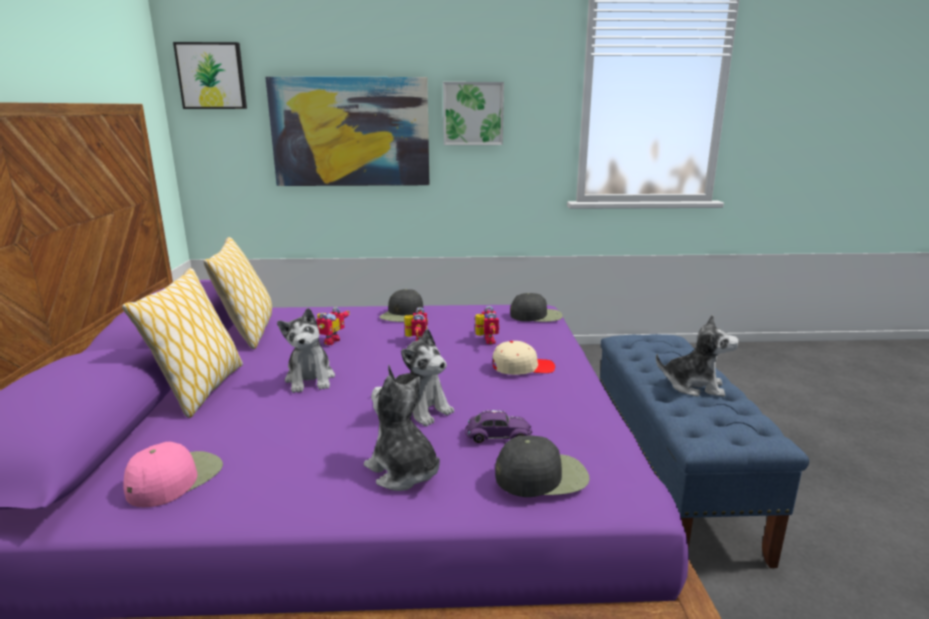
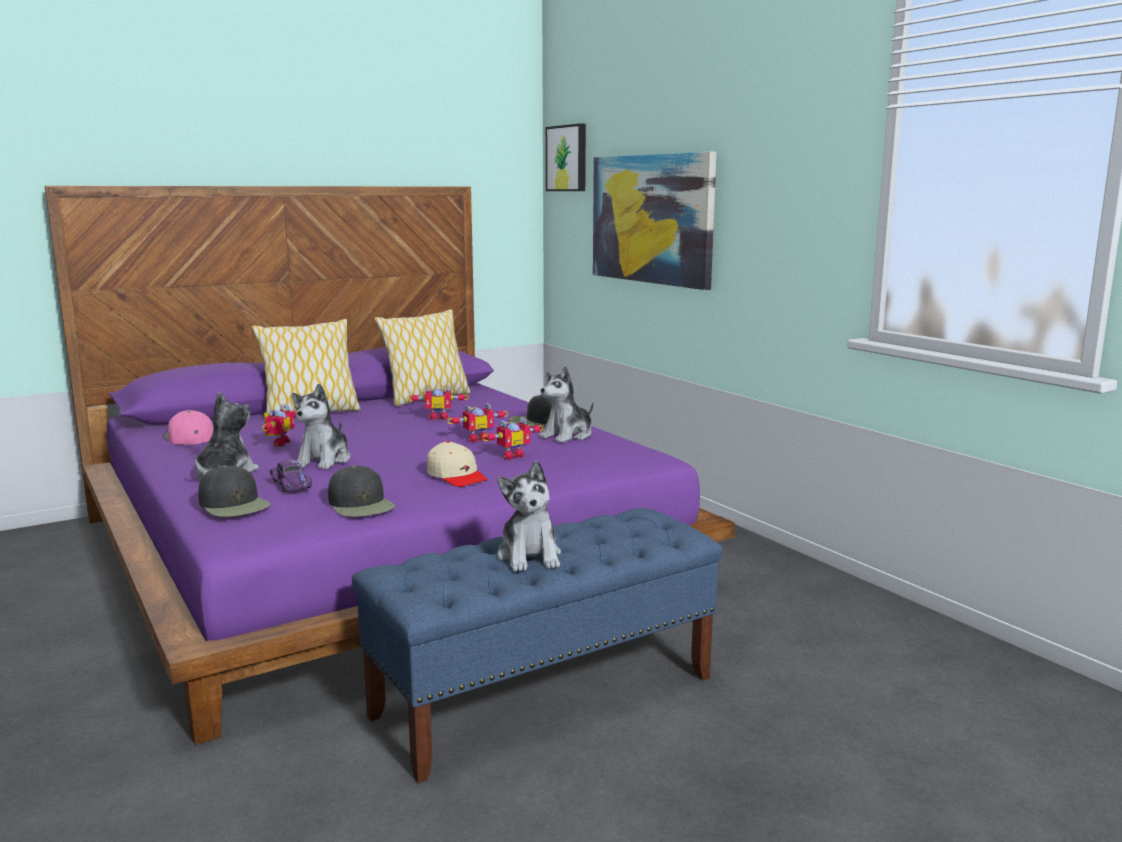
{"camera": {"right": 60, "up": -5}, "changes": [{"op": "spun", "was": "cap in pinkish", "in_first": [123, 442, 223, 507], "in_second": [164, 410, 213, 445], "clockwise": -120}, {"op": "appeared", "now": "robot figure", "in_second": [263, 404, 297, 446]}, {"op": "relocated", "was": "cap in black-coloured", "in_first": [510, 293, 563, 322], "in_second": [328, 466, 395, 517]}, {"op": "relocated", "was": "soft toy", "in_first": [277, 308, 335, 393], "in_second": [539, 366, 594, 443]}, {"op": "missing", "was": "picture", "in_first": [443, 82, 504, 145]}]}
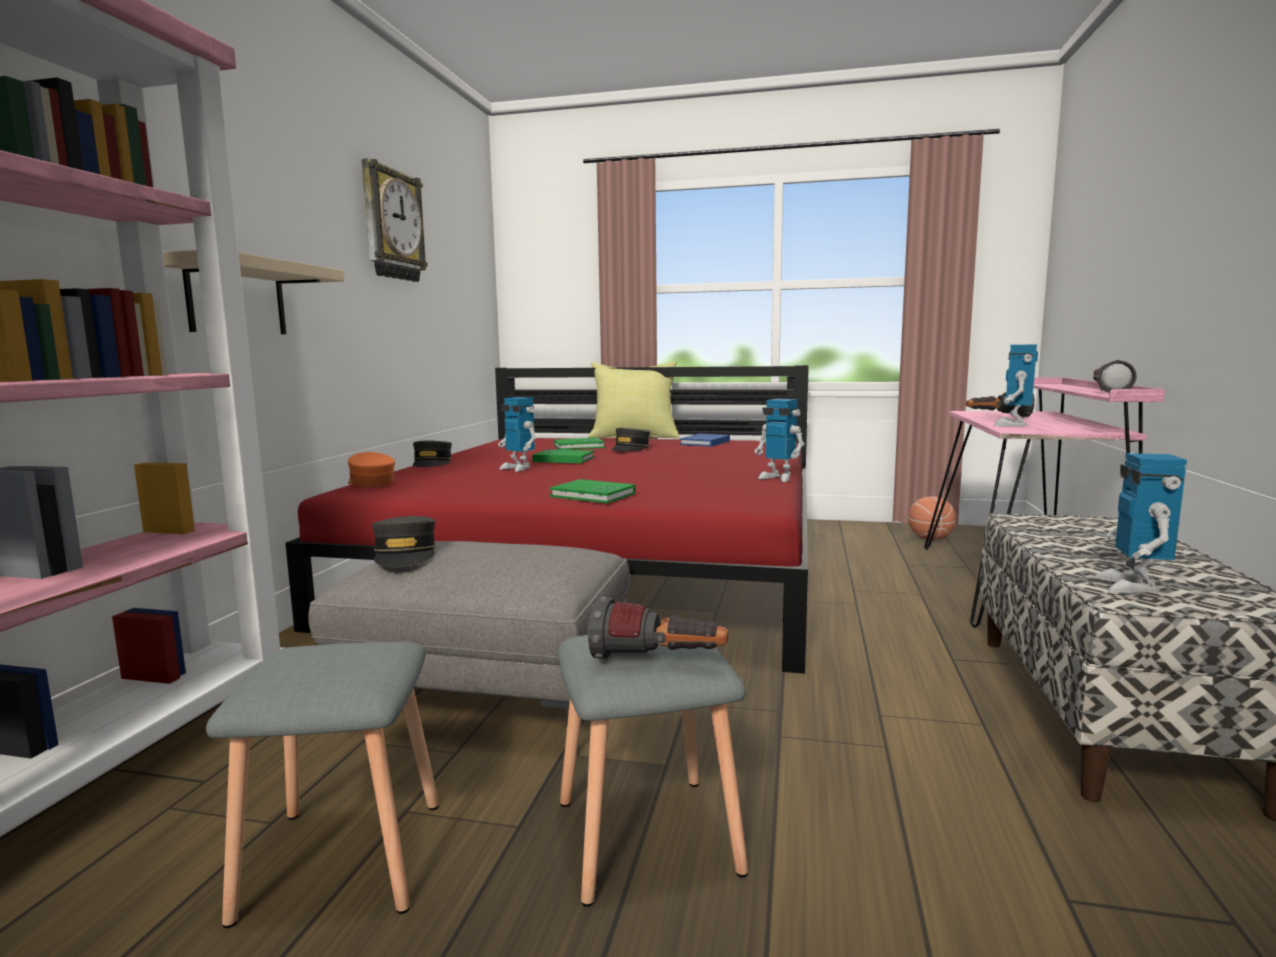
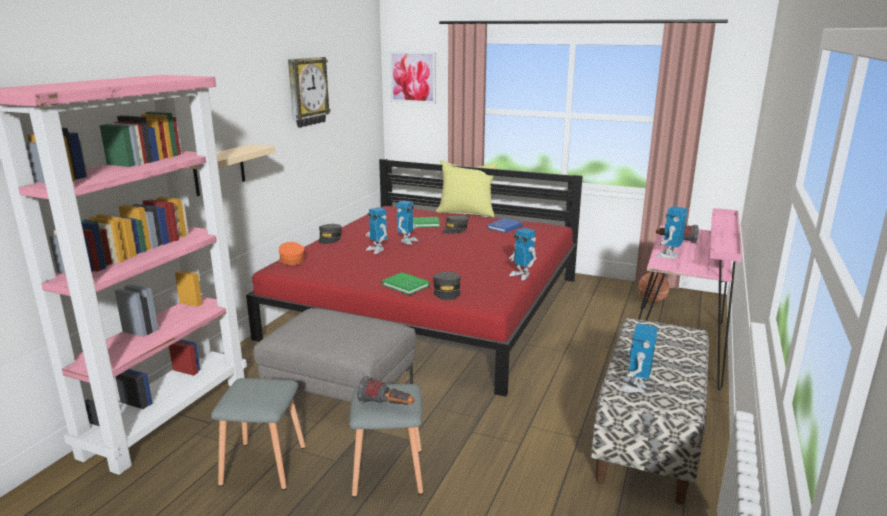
{"camera": {"right": 10, "up": 10}, "changes": [{"op": "appeared", "now": "picture", "in_second": [390, 51, 436, 104]}, {"op": "exchanged", "was": "bound book in green-coloured", "now": "robot figure", "in_first": [532, 449, 595, 463], "in_second": [397, 200, 418, 245]}, {"op": "relocated", "was": "cap in gray", "in_first": [372, 516, 436, 567], "in_second": [433, 272, 461, 300]}, {"op": "missing", "was": "torch", "in_first": [1093, 360, 1137, 393]}]}
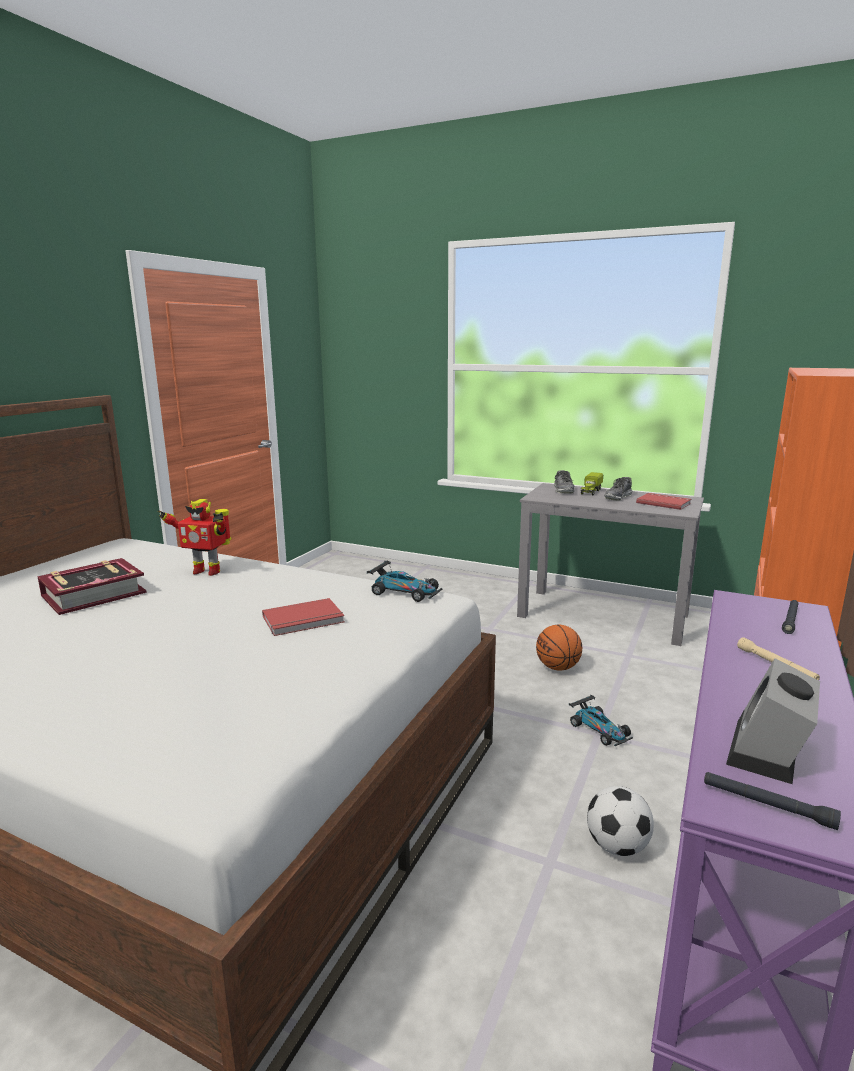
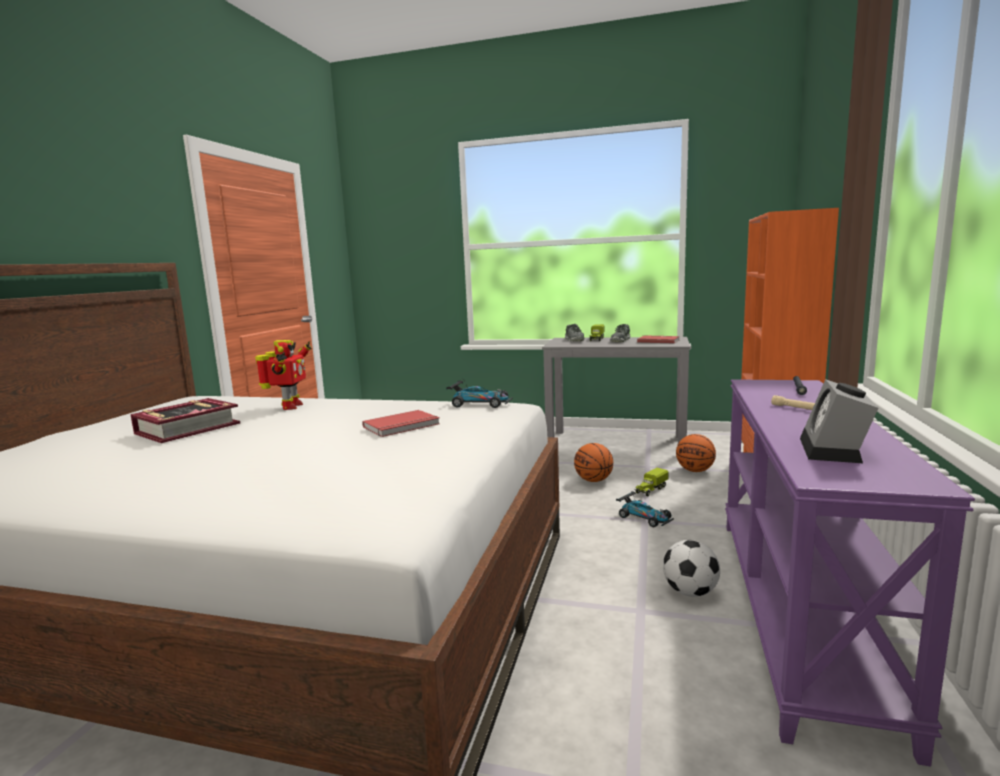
{"camera": {"right": -10, "up": -5}, "changes": [{"op": "spun", "was": "robot figure", "in_first": [158, 499, 231, 576], "in_second": [255, 340, 312, 410], "clockwise": -90}, {"op": "appeared", "now": "model truck", "in_second": [634, 468, 669, 496]}, {"op": "appeared", "now": "ball for basketball", "in_second": [676, 434, 716, 472]}, {"op": "missing", "was": "torch in black-coloured", "in_first": [704, 772, 841, 830]}]}
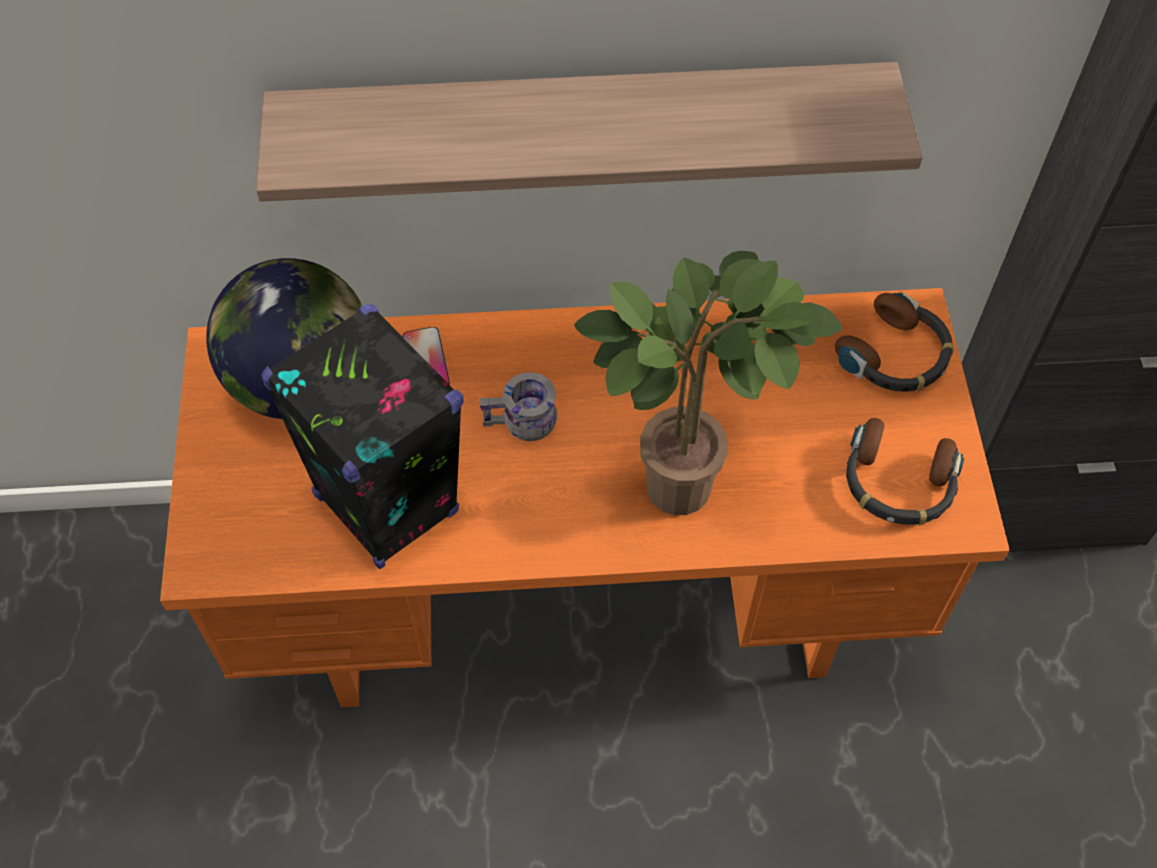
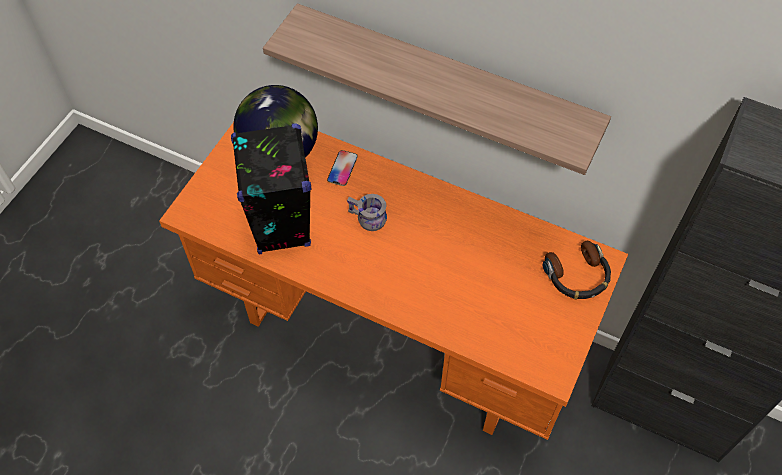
{"camera": {"right": 30, "up": 0}, "changes": [{"op": "missing", "was": "potted plant", "in_first": [574, 251, 842, 515]}, {"op": "missing", "was": "pair of headphones", "in_first": [846, 418, 964, 525]}]}
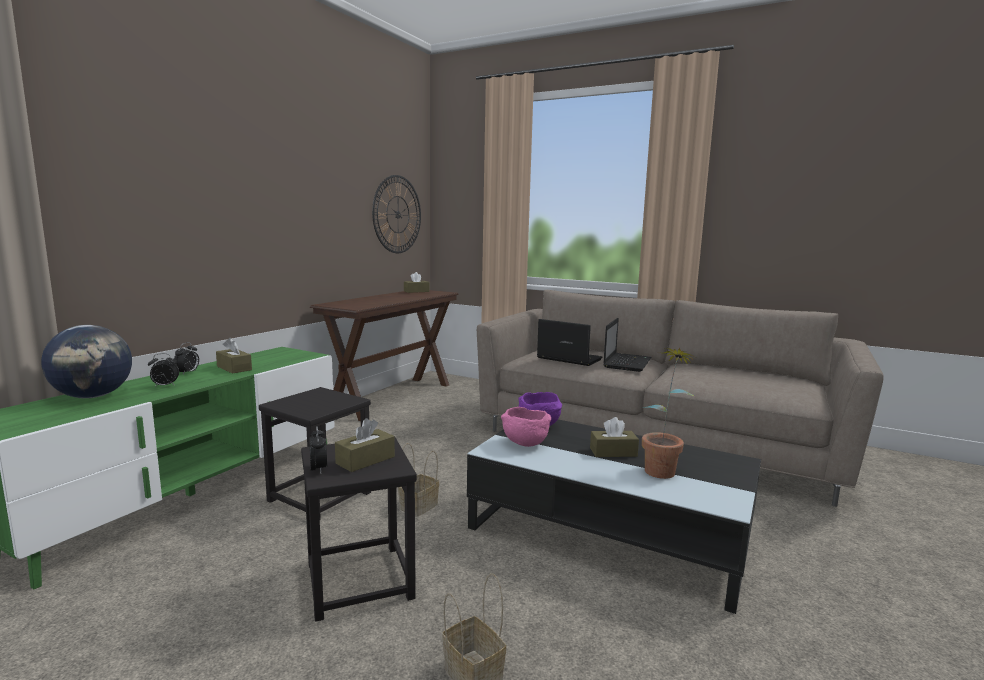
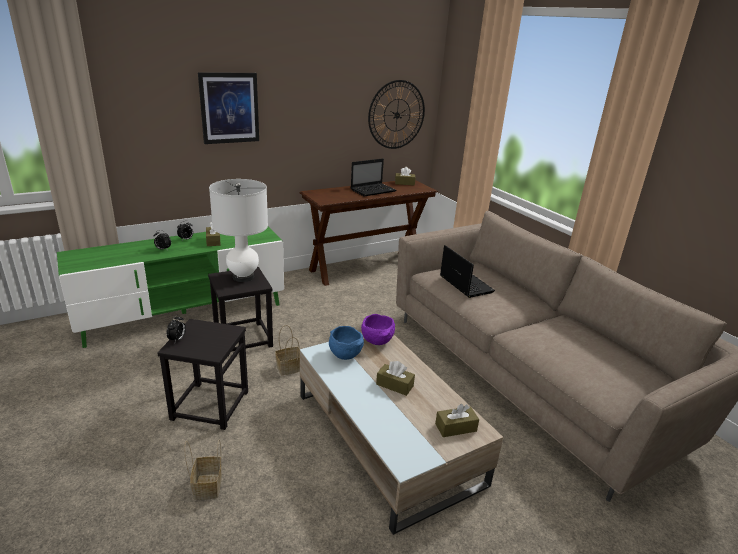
{"camera": {"right": 30, "up": 15}, "changes": [{"op": "appeared", "now": "picture", "in_second": [198, 72, 259, 144]}, {"op": "appeared", "now": "tabletop lamp in white-coloured", "in_second": [209, 179, 268, 282]}, {"op": "colour", "was": "lounge table in black-coloured", "now": "lounge table in sand-coloured", "in_first": [467, 420, 761, 614], "in_second": [300, 334, 503, 535]}, {"op": "colour", "was": "bowl in pinkish", "now": "bowl in blue", "in_first": [501, 407, 551, 447], "in_second": [329, 326, 364, 360]}, {"op": "relocated", "was": "laptop", "in_first": [603, 318, 651, 372], "in_second": [351, 158, 397, 197]}, {"op": "relocated", "was": "tissue holder in brown", "in_first": [335, 418, 395, 472], "in_second": [435, 404, 479, 437]}, {"op": "missing", "was": "globe", "in_first": [41, 325, 132, 398]}, {"op": "missing", "was": "potted plant", "in_first": [641, 348, 696, 479]}]}
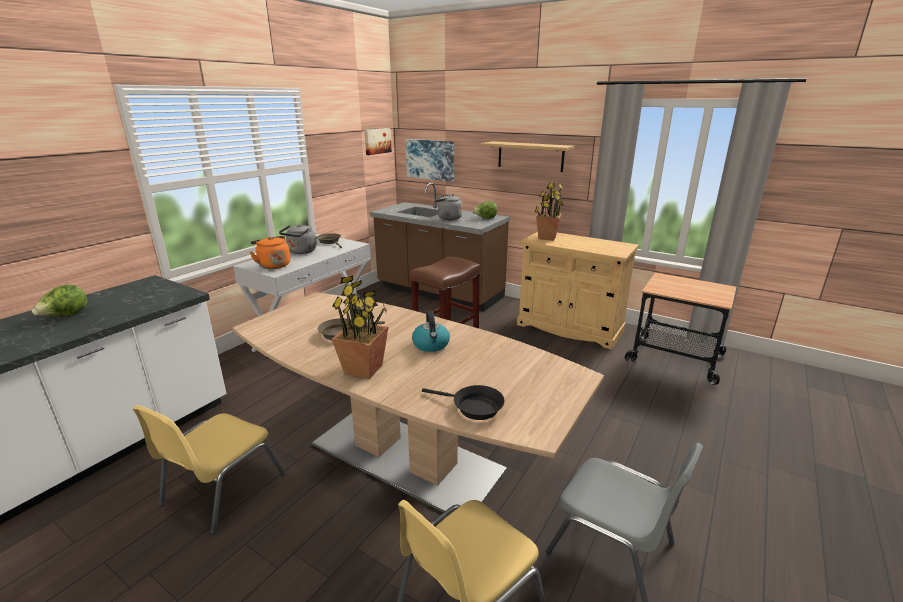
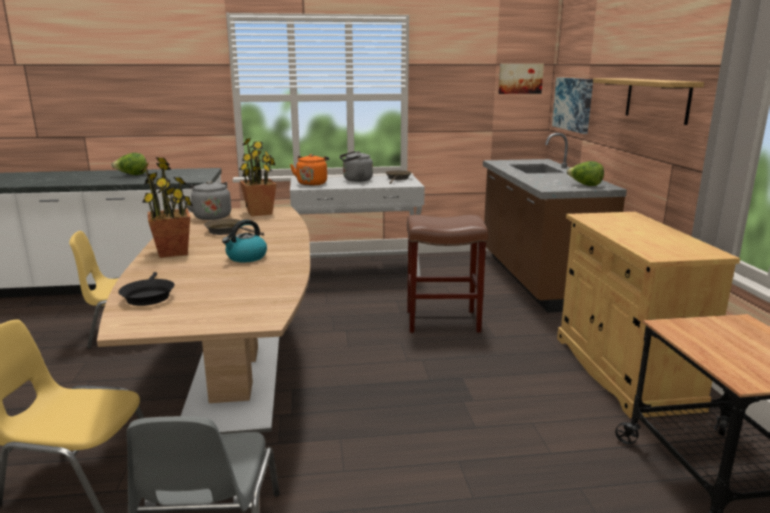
{"camera": {"right": 50, "up": -5}, "changes": [{"op": "relocated", "was": "tea kettle in gray", "in_first": [434, 194, 462, 220], "in_second": [183, 181, 231, 220]}, {"op": "relocated", "was": "potted plant", "in_first": [535, 182, 564, 240], "in_second": [239, 138, 276, 216]}]}
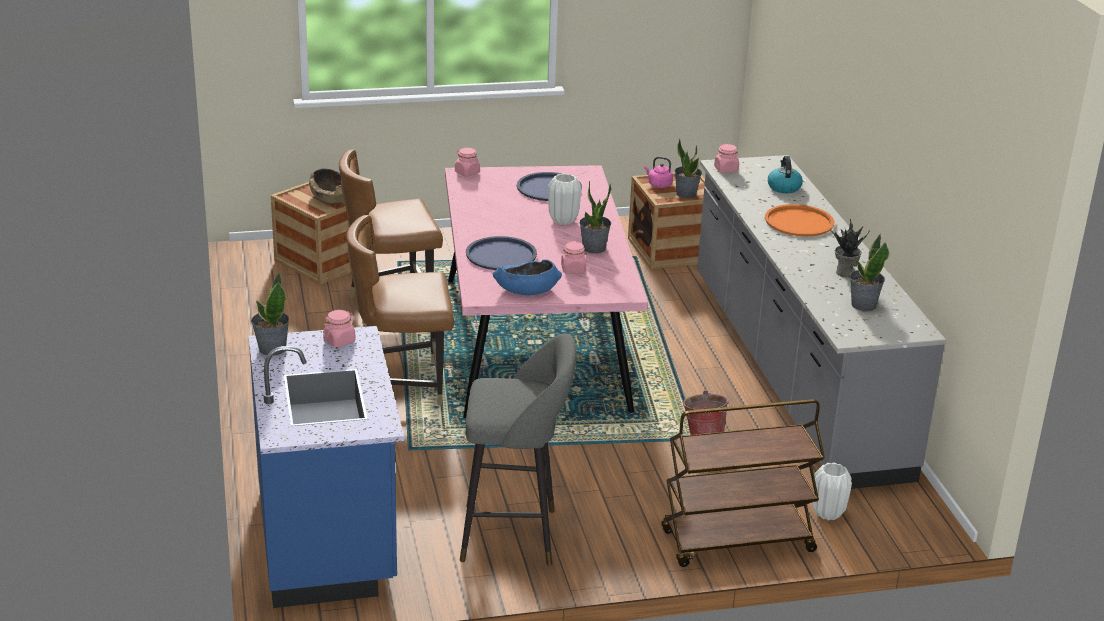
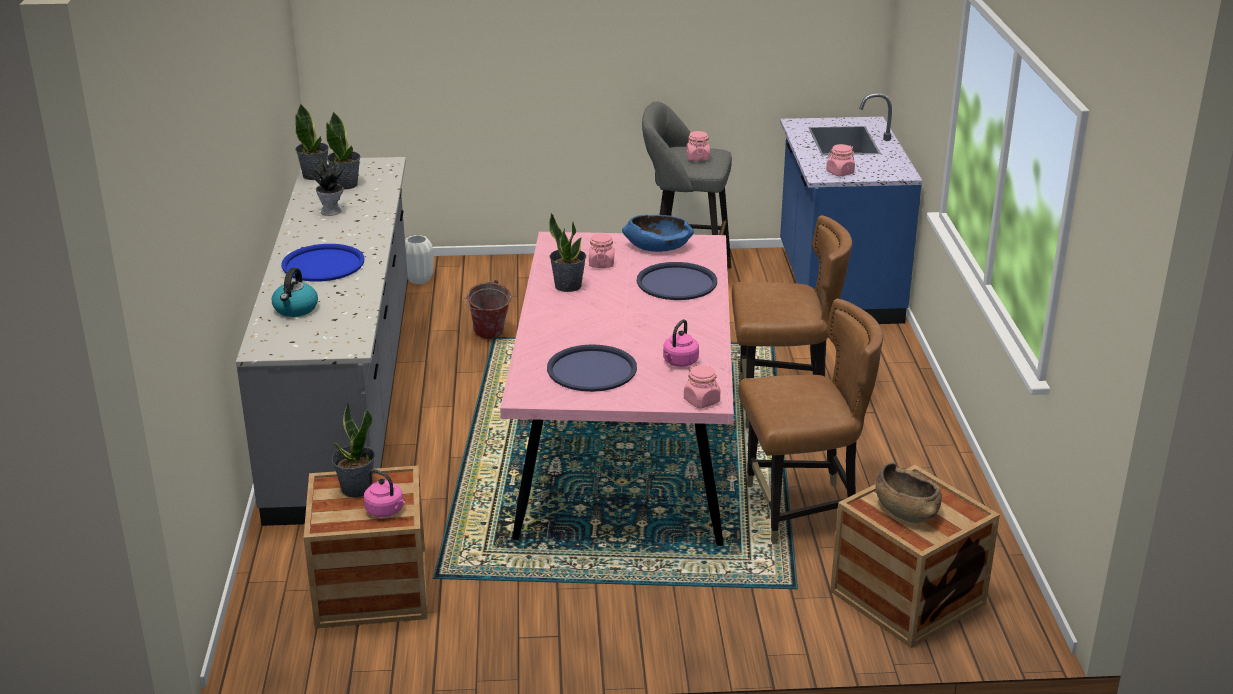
{"camera": {"right": -170, "up": 0}, "changes": [{"op": "colour", "was": "serving tray in orange", "now": "serving tray in blue", "in_first": [765, 204, 835, 236], "in_second": [281, 244, 364, 282]}, {"op": "relocated", "was": "potted plant", "in_first": [251, 272, 290, 356], "in_second": [295, 104, 329, 180]}, {"op": "appeared", "now": "tea kettle in pinkish", "in_second": [663, 319, 699, 367]}, {"op": "relocated", "was": "preserve jar in pinkish", "in_first": [714, 144, 739, 173], "in_second": [686, 131, 710, 161]}, {"op": "missing", "was": "vase in white-coloured", "in_first": [548, 174, 581, 225]}, {"op": "missing", "was": "cart in brown", "in_first": [661, 399, 825, 567]}]}
